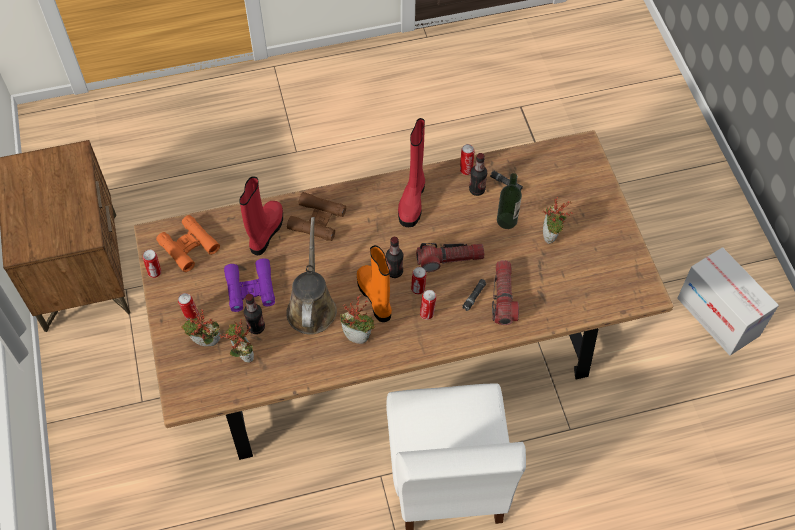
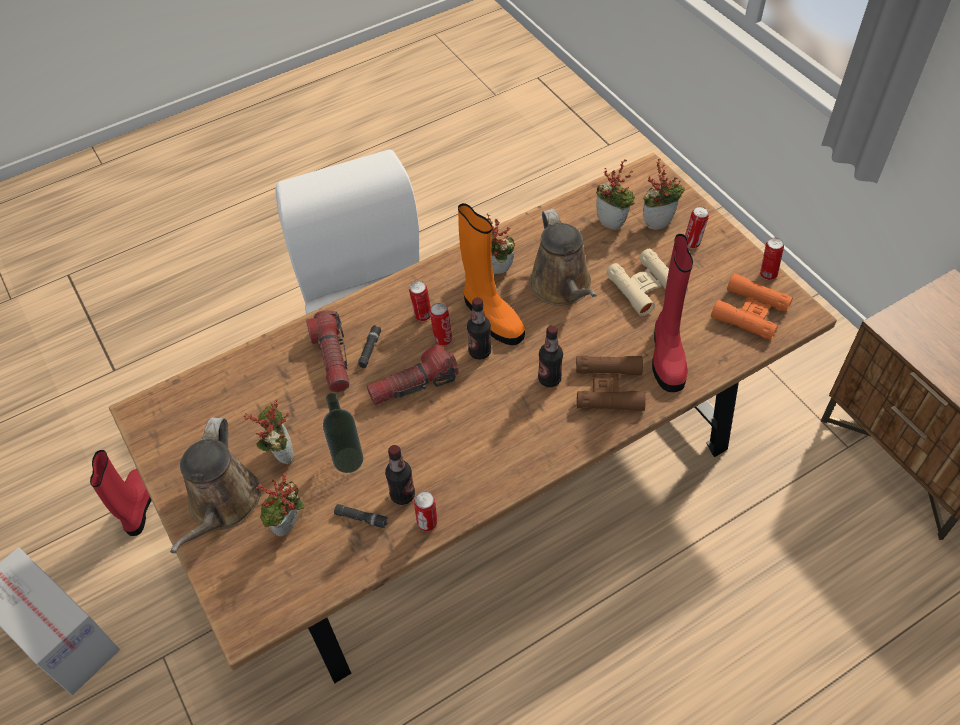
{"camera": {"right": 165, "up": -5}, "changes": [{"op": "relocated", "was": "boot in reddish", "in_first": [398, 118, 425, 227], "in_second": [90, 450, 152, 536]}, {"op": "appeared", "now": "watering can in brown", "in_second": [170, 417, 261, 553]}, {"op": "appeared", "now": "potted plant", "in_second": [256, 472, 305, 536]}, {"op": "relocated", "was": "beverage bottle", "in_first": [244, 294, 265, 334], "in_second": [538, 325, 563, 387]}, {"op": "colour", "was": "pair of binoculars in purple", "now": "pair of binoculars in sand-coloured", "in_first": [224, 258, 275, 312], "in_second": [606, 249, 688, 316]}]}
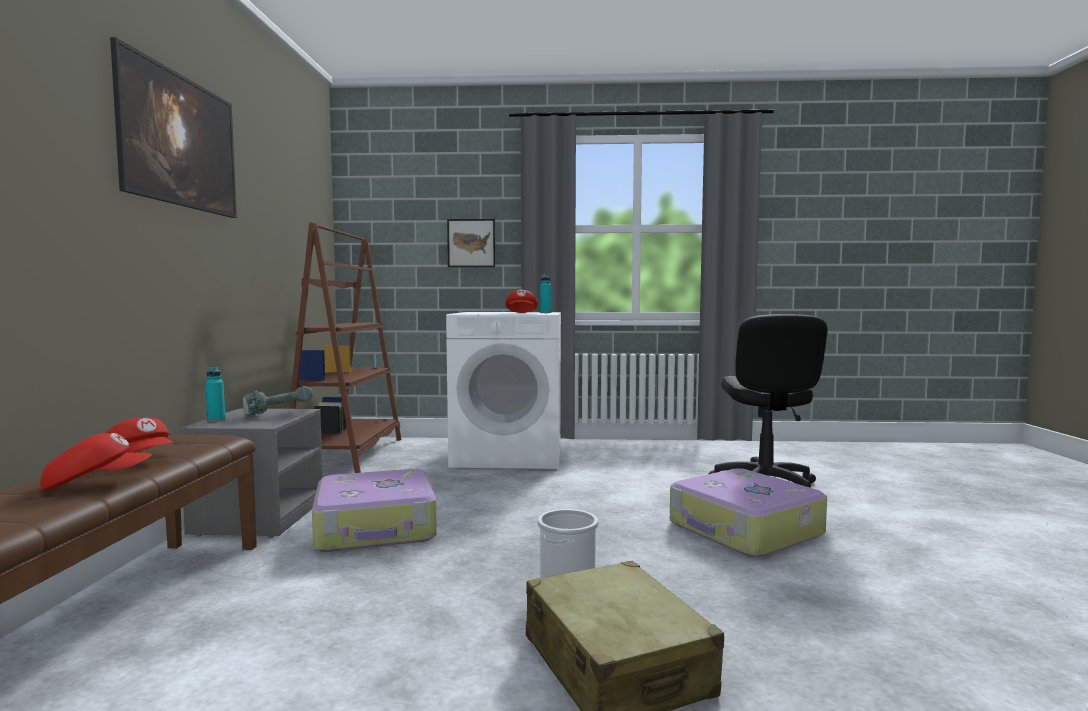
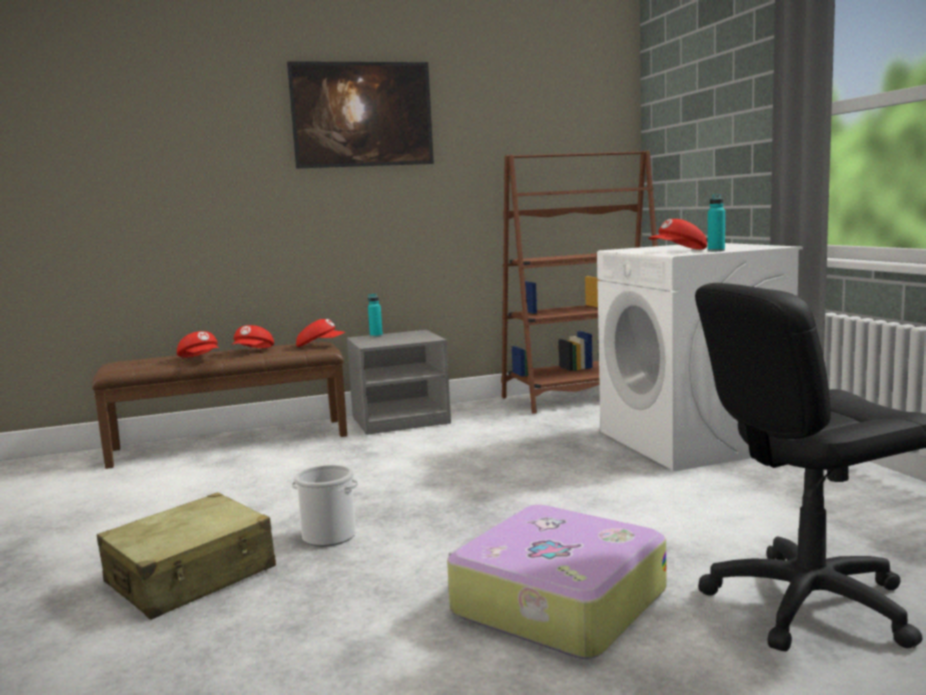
{"camera": {"right": 70, "up": 5}, "changes": [{"op": "appeared", "now": "cap in reddish", "in_second": [296, 319, 345, 347]}, {"op": "missing", "was": "power drill", "in_first": [243, 386, 313, 416]}, {"op": "missing", "was": "travel case", "in_first": [312, 469, 437, 552]}, {"op": "missing", "was": "picture", "in_first": [447, 219, 495, 267]}]}
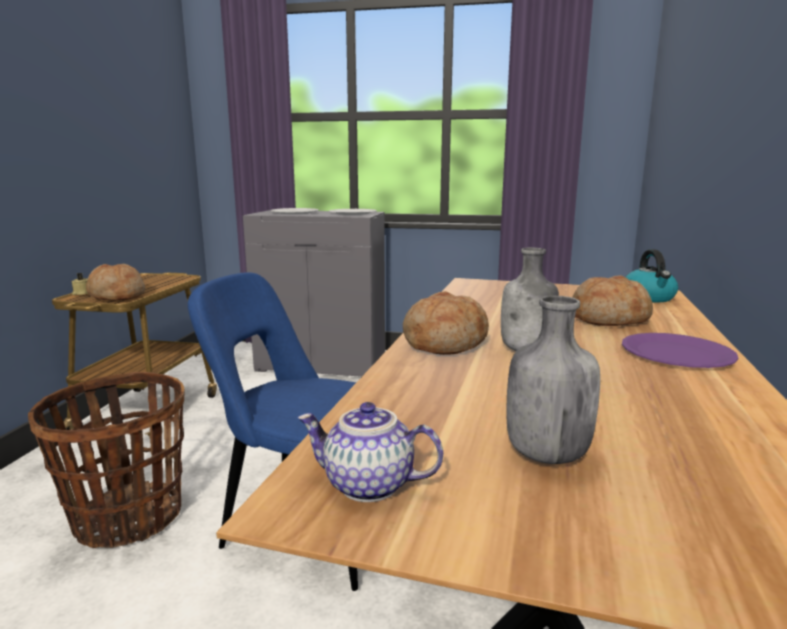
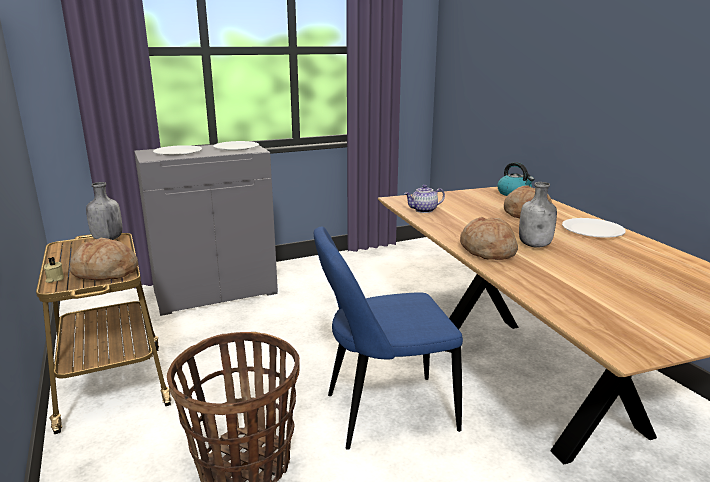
{"camera": {"right": -35, "up": 5}, "changes": [{"op": "relocated", "was": "beverage bottle in gray", "in_first": [506, 296, 600, 464], "in_second": [86, 182, 122, 240]}, {"op": "relocated", "was": "pot for tea", "in_first": [297, 402, 443, 502], "in_second": [404, 185, 445, 213]}, {"op": "colour", "was": "dinner plate in purple", "now": "dinner plate in white-coloured", "in_first": [622, 333, 739, 368], "in_second": [562, 218, 626, 238]}]}
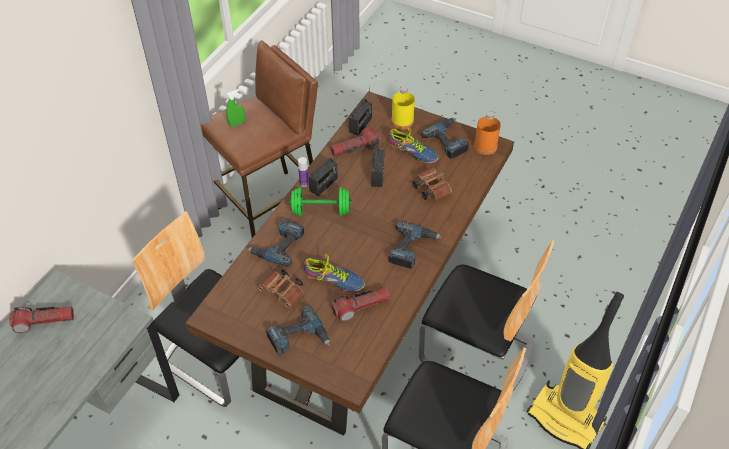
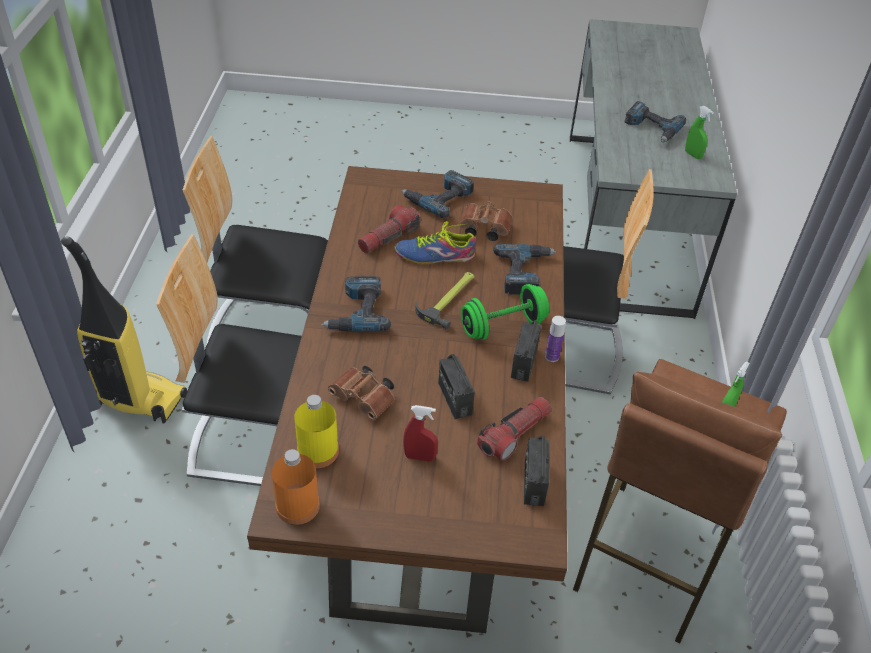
{"camera": {"right": 155, "up": -5}, "changes": [{"op": "relocated", "was": "beverage bottle in yellow-coloured", "in_first": [391, 86, 415, 130], "in_second": [294, 395, 339, 468]}, {"op": "exchanged", "was": "shoe", "now": "hand sprayer in reddish", "in_first": [388, 128, 439, 164], "in_second": [403, 405, 438, 462]}, {"op": "appeared", "now": "hand hammer", "in_second": [415, 272, 474, 330]}, {"op": "relocated", "was": "power drill", "in_first": [421, 118, 469, 159], "in_second": [624, 101, 686, 143]}, {"op": "exchanged", "was": "torch", "now": "hand sprayer in green-coloured", "in_first": [9, 306, 74, 333], "in_second": [685, 106, 714, 159]}]}
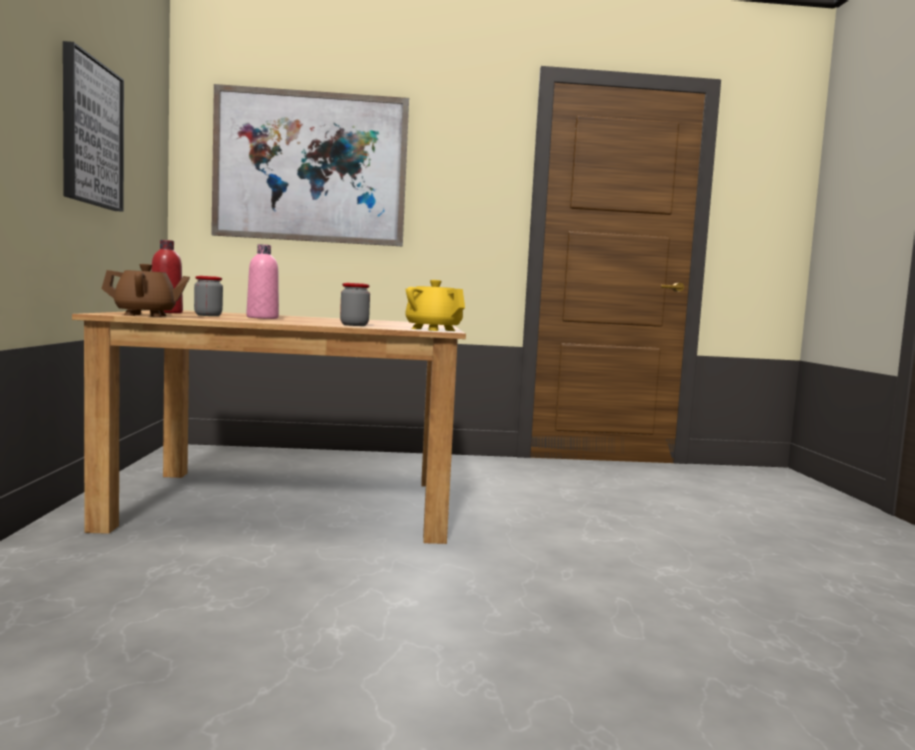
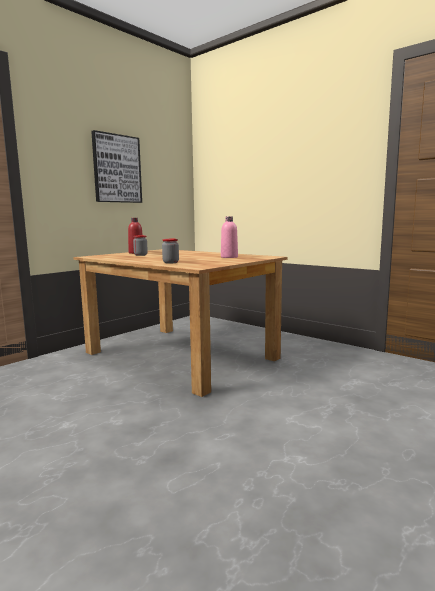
{"camera": {"right": 45, "up": 5}, "changes": [{"op": "relocated", "was": "beverage bottle in pinkish", "in_first": [246, 244, 279, 319], "in_second": [221, 216, 238, 258]}, {"op": "missing", "was": "pot for tea in brown", "in_first": [101, 264, 190, 317]}, {"op": "missing", "was": "picture", "in_first": [211, 84, 409, 246]}, {"op": "missing", "was": "pot for tea in yellow-coloured", "in_first": [405, 280, 465, 331]}]}
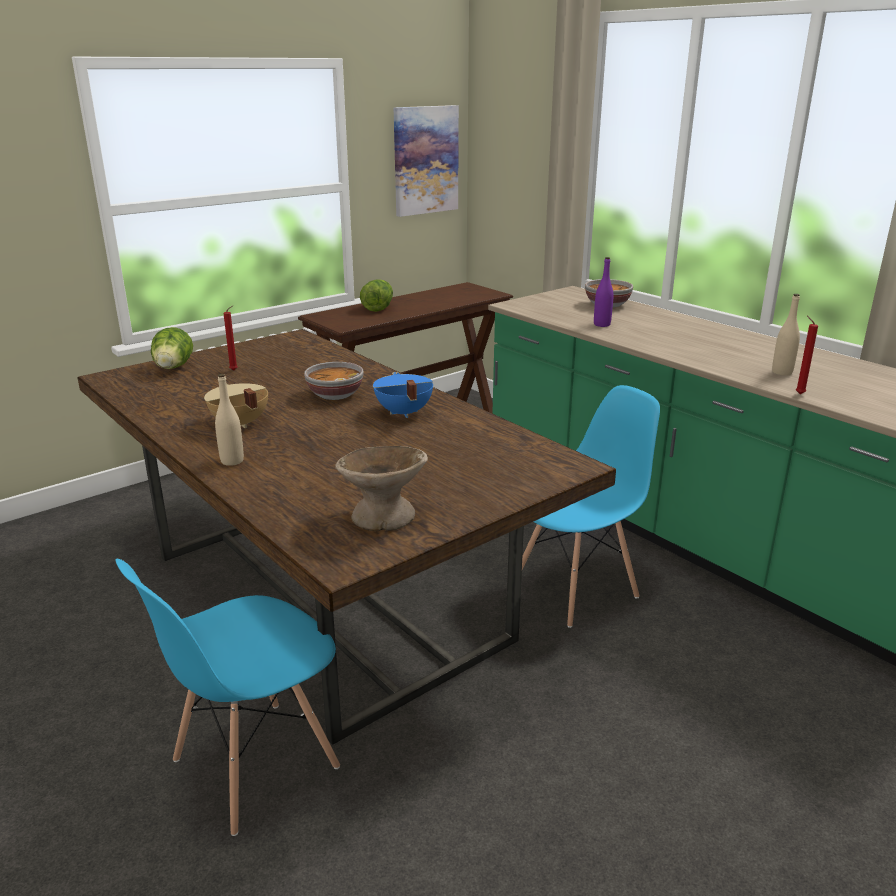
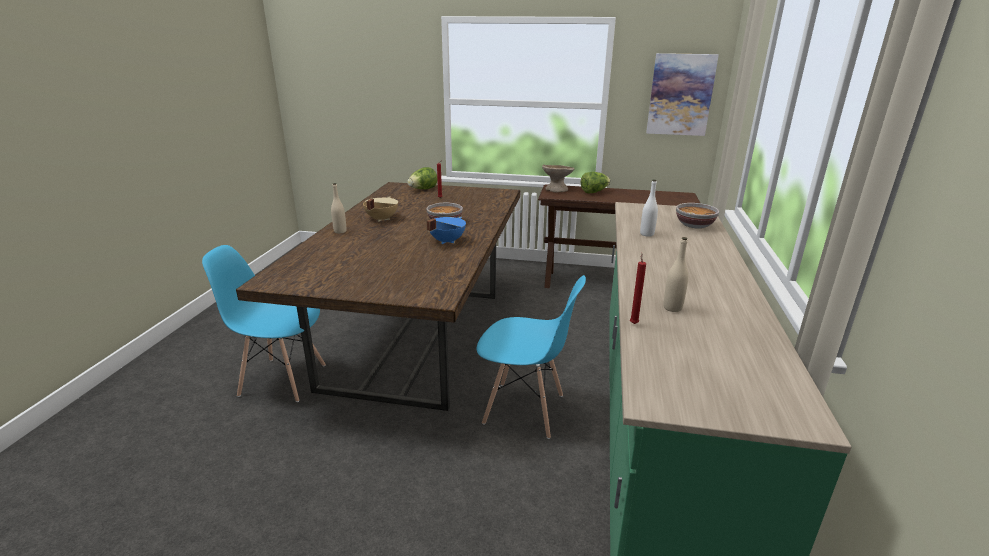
{"camera": {"right": 50, "up": 0}, "changes": [{"op": "relocated", "was": "bowl in sand-coloured", "in_first": [335, 446, 428, 531], "in_second": [542, 165, 574, 192]}, {"op": "colour", "was": "beverage bottle in purple", "now": "beverage bottle in white-coloured", "in_first": [594, 257, 613, 327], "in_second": [640, 180, 658, 237]}]}
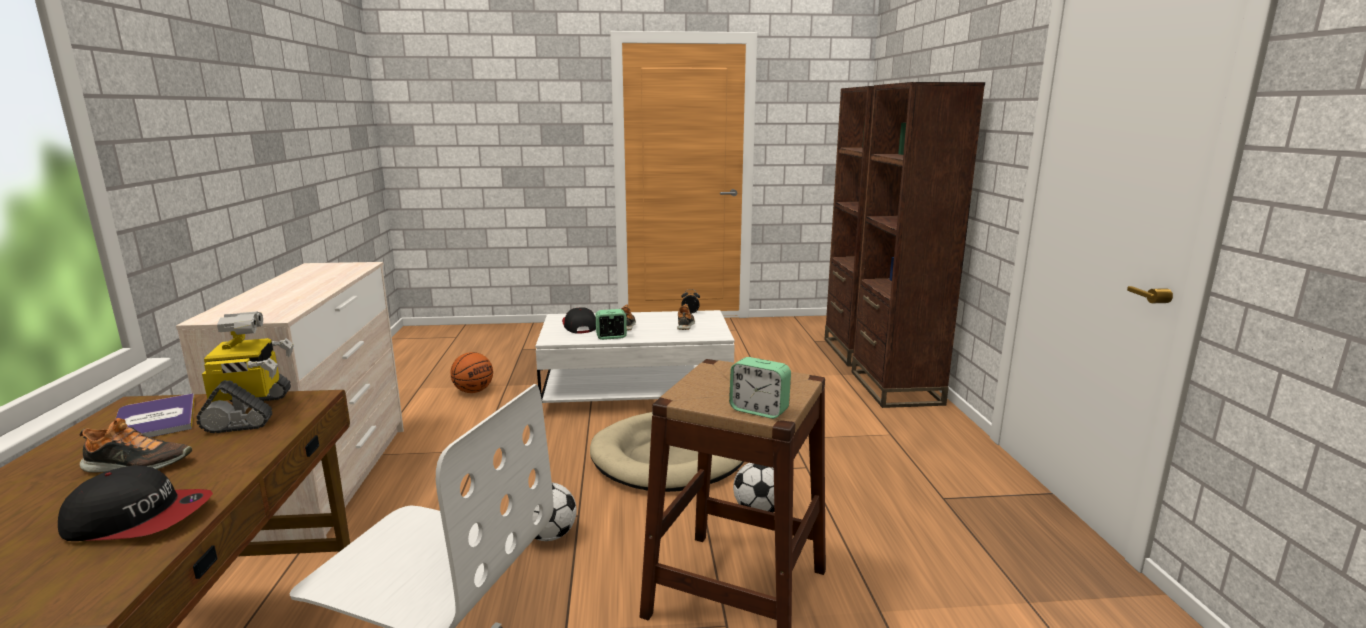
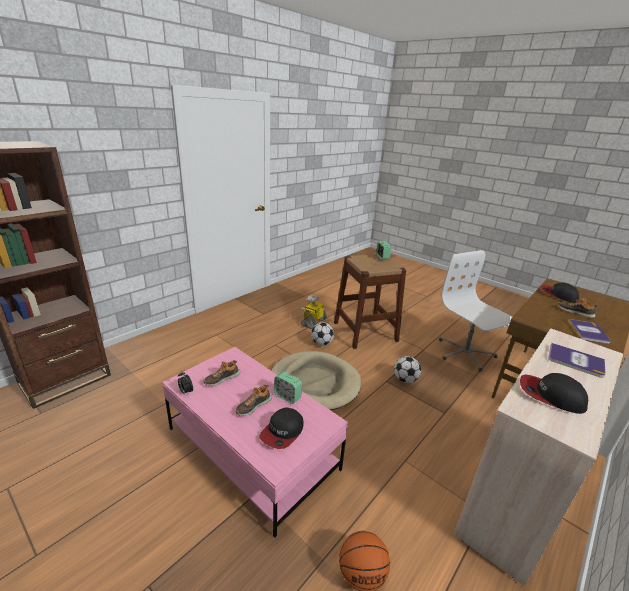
{"camera": {"right": -135, "up": 10}, "changes": [{"op": "colour", "was": "lounge table in white-coloured", "now": "lounge table in pinkish", "in_first": [535, 310, 735, 403], "in_second": [162, 347, 348, 537]}, {"op": "relocated", "was": "robot figure", "in_first": [196, 311, 294, 433], "in_second": [299, 295, 327, 329]}, {"op": "appeared", "now": "cap", "in_second": [520, 373, 588, 414]}, {"op": "appeared", "now": "bound book", "in_second": [548, 343, 606, 378]}, {"op": "missing", "was": "bookshelf in brown", "in_first": [852, 82, 985, 408]}]}
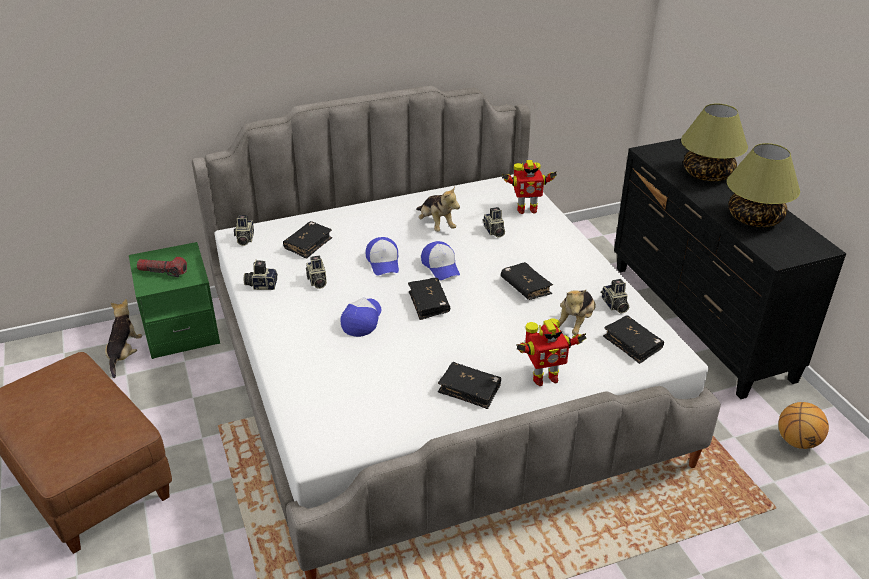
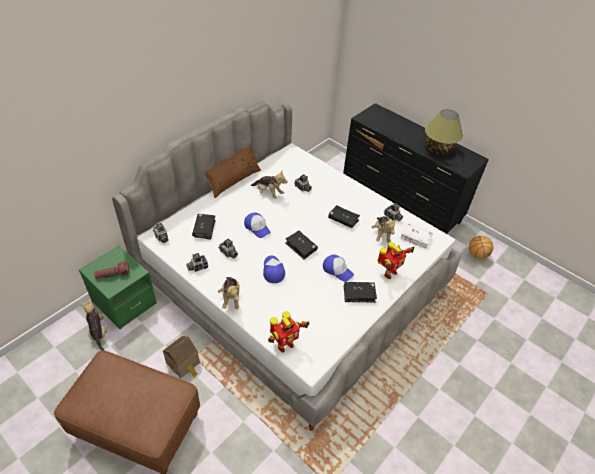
{"camera": {"right": -30, "up": 10}, "changes": [{"op": "appeared", "now": "toy house", "in_second": [163, 336, 200, 378]}, {"op": "appeared", "now": "cushion in brown", "in_second": [205, 145, 261, 198]}, {"op": "appeared", "now": "soft toy", "in_second": [218, 277, 240, 309]}, {"op": "relocated", "was": "robot figure", "in_first": [502, 160, 557, 214], "in_second": [268, 311, 309, 352]}, {"op": "relocated", "was": "cap", "in_first": [421, 241, 460, 280], "in_second": [323, 254, 354, 282]}, {"op": "colour", "was": "bound book in black-coloured", "now": "bound book in white-coloured", "in_first": [603, 315, 664, 364], "in_second": [400, 223, 433, 249]}, {"op": "missing", "was": "tabletop lamp", "in_first": [681, 103, 748, 181]}]}
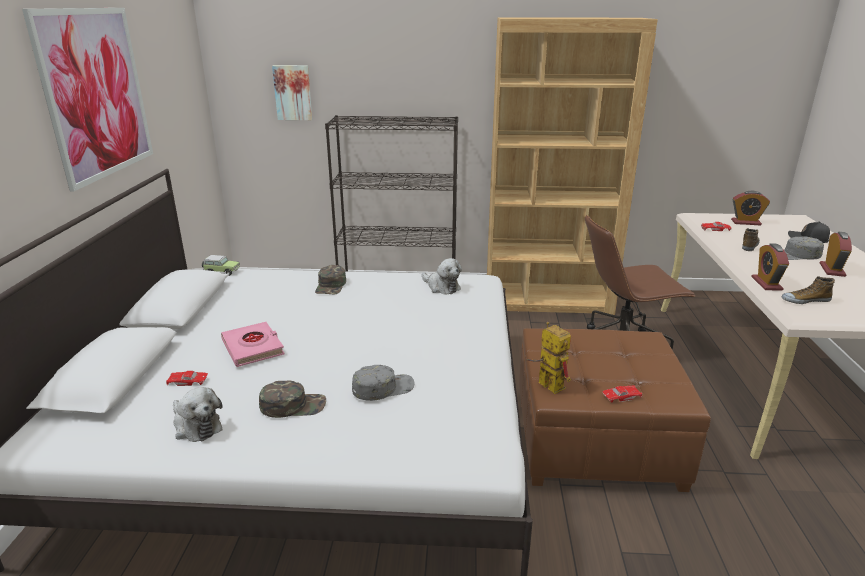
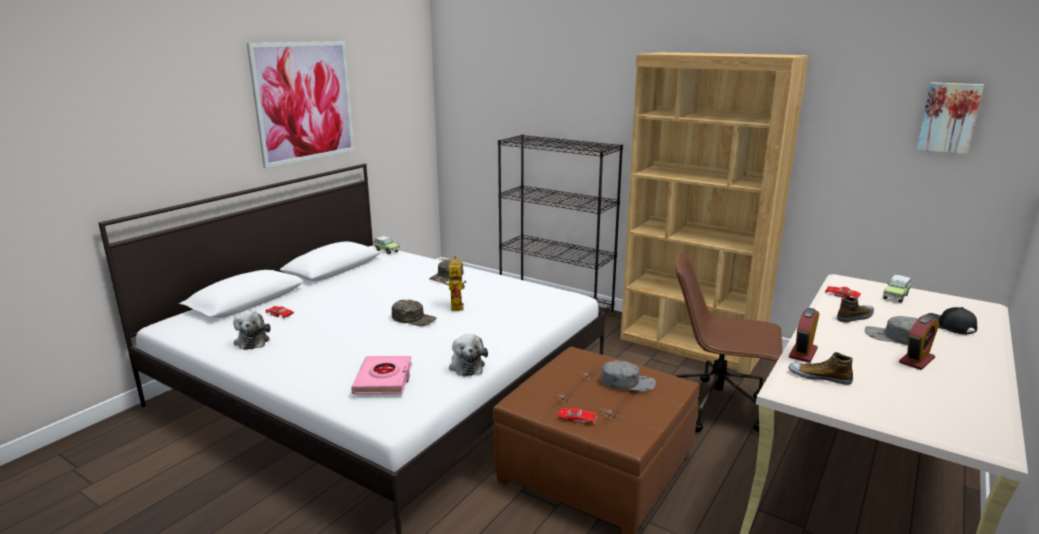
{"camera": {"right": 30, "up": -5}, "changes": [{"op": "relocated", "was": "bound book in pinkish", "in_first": [221, 322, 285, 367], "in_second": [351, 356, 412, 394]}, {"op": "relocated", "was": "cap in green-coloured", "in_first": [259, 380, 326, 418], "in_second": [392, 300, 437, 326]}, {"op": "relocated", "was": "robot figure", "in_first": [526, 322, 571, 394], "in_second": [443, 256, 466, 311]}, {"op": "relocated", "was": "soft toy", "in_first": [422, 258, 462, 295], "in_second": [449, 334, 488, 377]}, {"op": "relocated", "was": "cap in gray", "in_first": [352, 365, 414, 401], "in_second": [601, 361, 656, 391]}, {"op": "exchanged", "was": "table clock", "now": "model car", "in_first": [731, 191, 770, 225], "in_second": [883, 275, 911, 303]}, {"op": "relocated", "was": "picture", "in_first": [272, 65, 312, 120], "in_second": [916, 82, 984, 154]}]}
